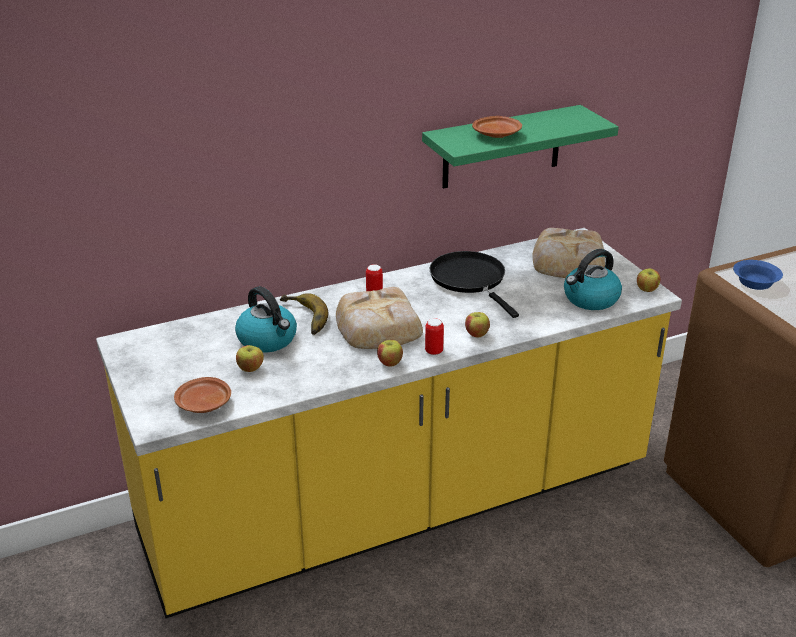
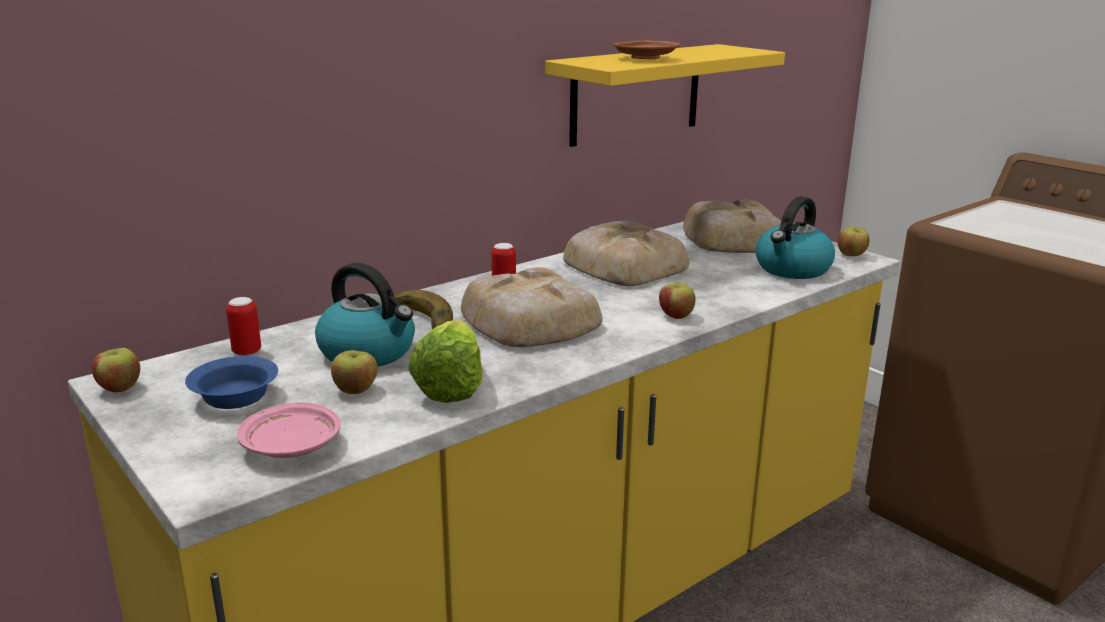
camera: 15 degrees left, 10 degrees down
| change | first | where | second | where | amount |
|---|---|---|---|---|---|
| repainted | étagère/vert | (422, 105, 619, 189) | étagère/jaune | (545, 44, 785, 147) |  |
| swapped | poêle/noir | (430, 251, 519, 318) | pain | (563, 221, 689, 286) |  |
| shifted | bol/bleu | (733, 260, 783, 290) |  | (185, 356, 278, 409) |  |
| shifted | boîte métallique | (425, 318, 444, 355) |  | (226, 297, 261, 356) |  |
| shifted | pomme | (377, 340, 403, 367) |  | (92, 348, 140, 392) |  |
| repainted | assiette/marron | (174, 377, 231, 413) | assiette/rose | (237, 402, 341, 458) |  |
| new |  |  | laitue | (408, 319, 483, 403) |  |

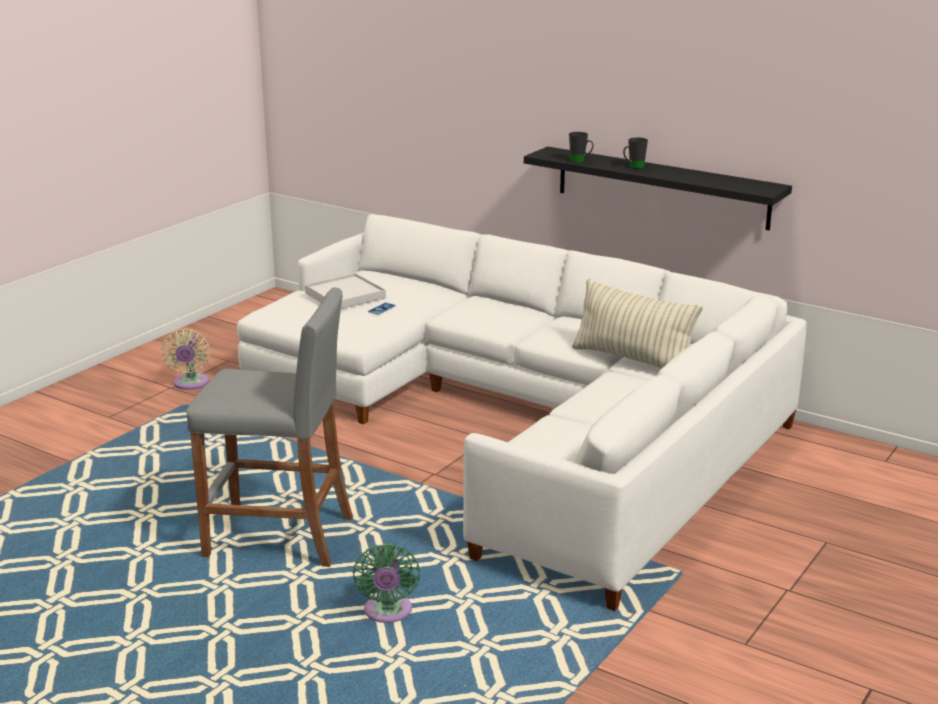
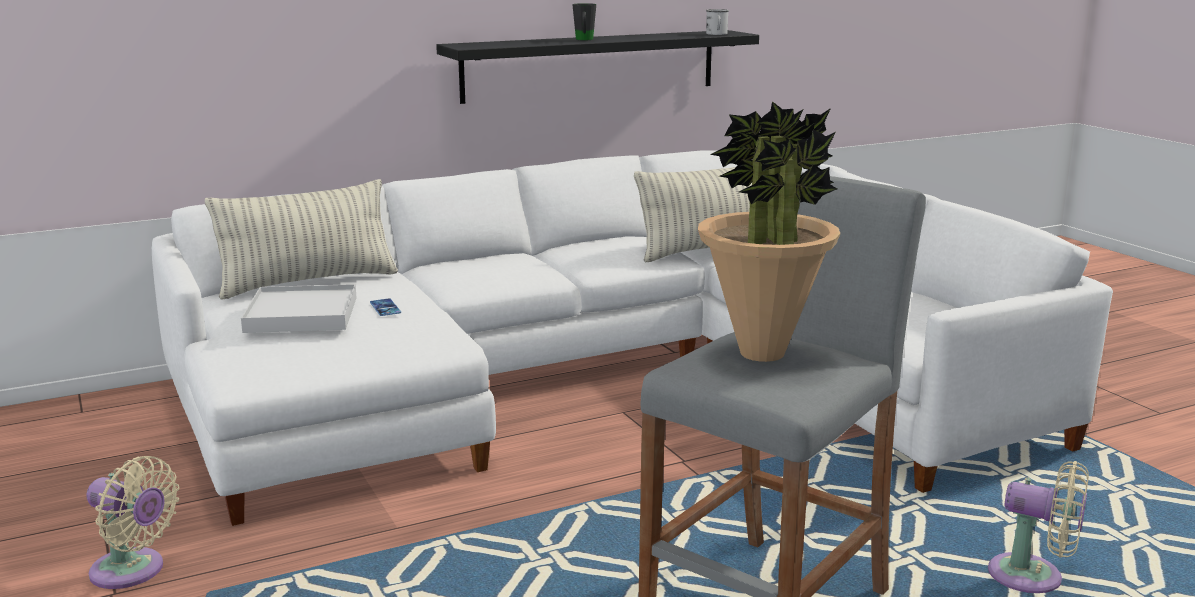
camera: 60 degrees left, 5 degrees down
| change | first | where | second | where | amount |
|---|---|---|---|---|---|
| gone | mug/noir | (569, 132, 594, 163) |  |  |  |
| repainted | ventilateur/vert | (353, 543, 420, 623) | ventilateur/beige | (988, 461, 1089, 593) |  |
| new |  |  | mug/blanc | (706, 9, 729, 35) |  |
| new |  |  | plante en pot | (698, 101, 840, 362) |  |
| new |  |  | coussin | (205, 179, 398, 300) |  |

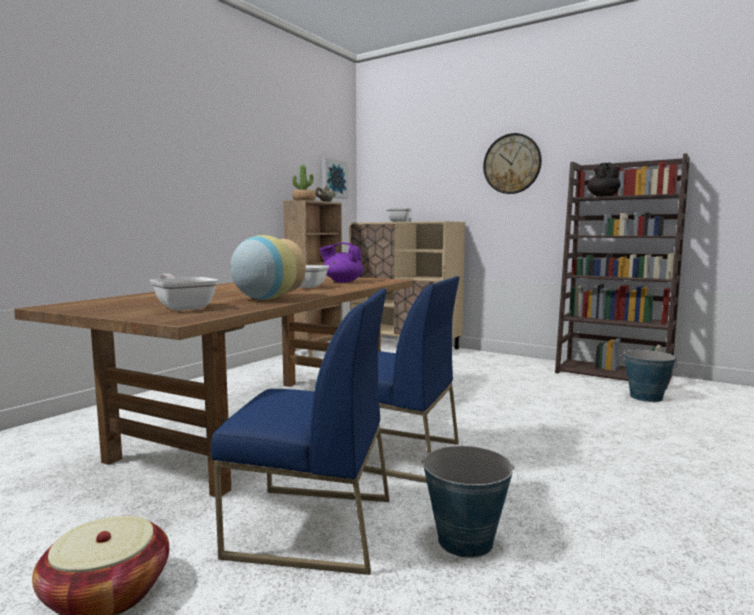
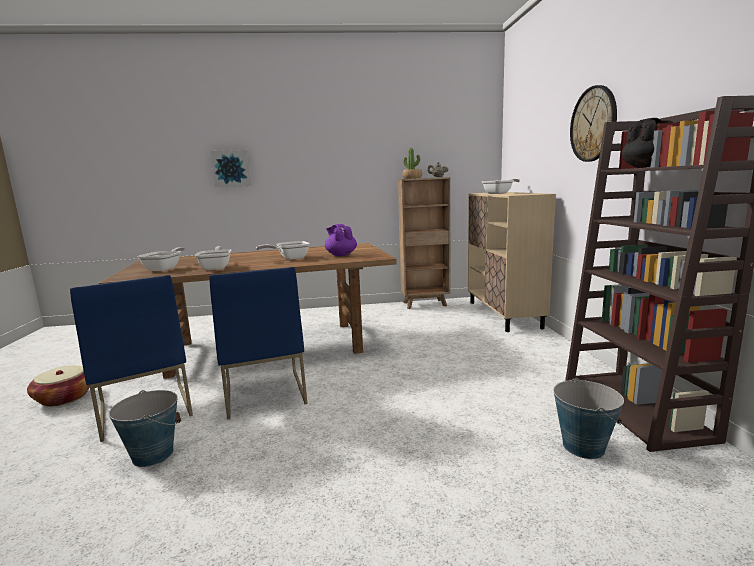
camera: 50 degrees right, 5 degrees up
| change | first | where | second | where | amount |
|---|---|---|---|---|---|
| shifted | tableau | (322, 158, 348, 198) |  | (210, 150, 251, 187) |  |
| swapped | vase | (230, 235, 306, 300) | poêle | (195, 246, 231, 270) |  |

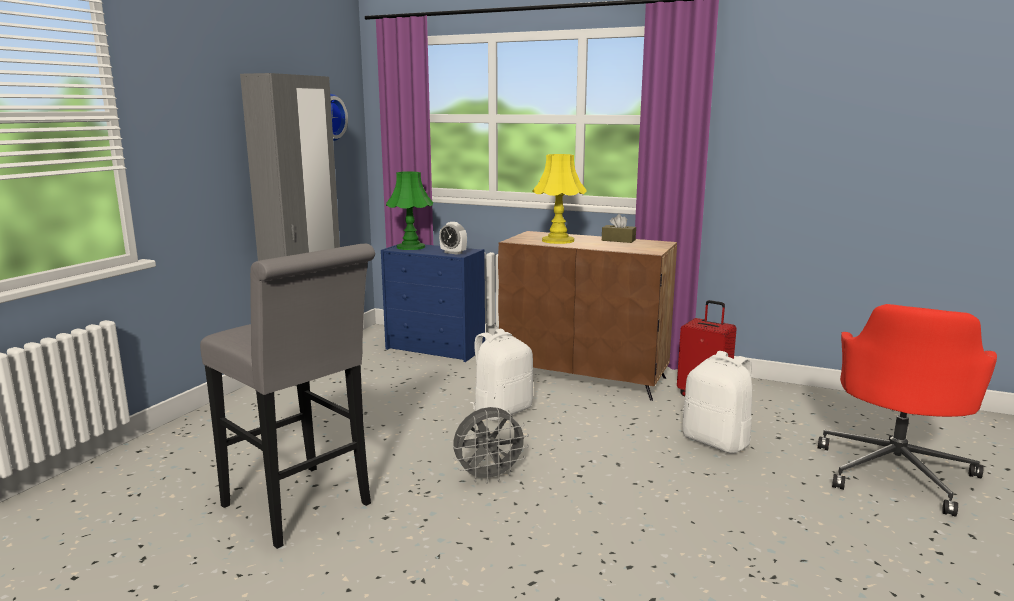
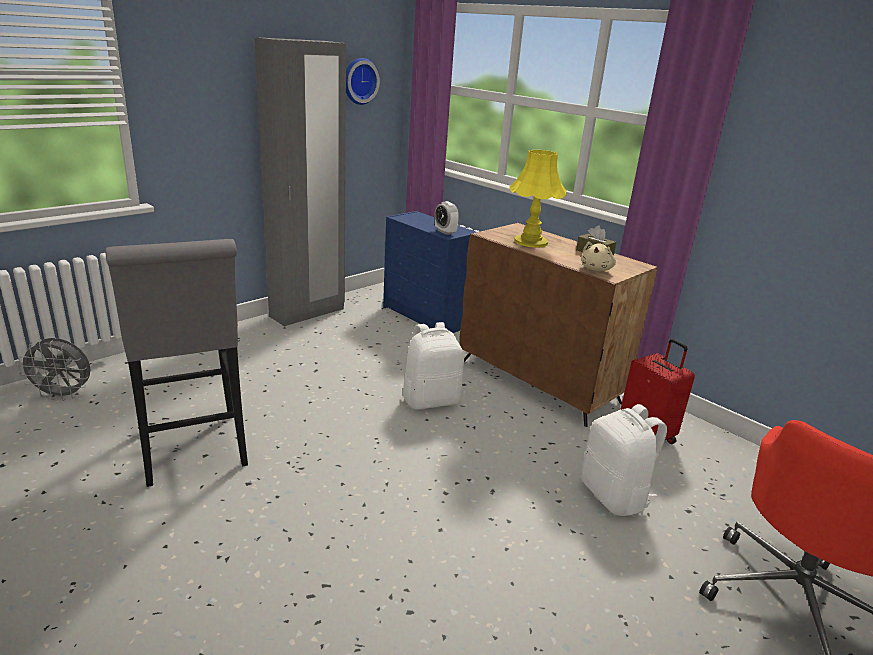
camera: 20 degrees right, 10 degrees up
| change | first | where | second | where | amount |
|---|---|---|---|---|---|
| gone | lampe de table/vert | (386, 171, 433, 250) |  |  |  |
| shifted | ventilateur/gris | (453, 407, 529, 484) |  | (17, 338, 90, 401) |  |
| new |  |  | peluche/beige | (581, 242, 616, 271) |  |

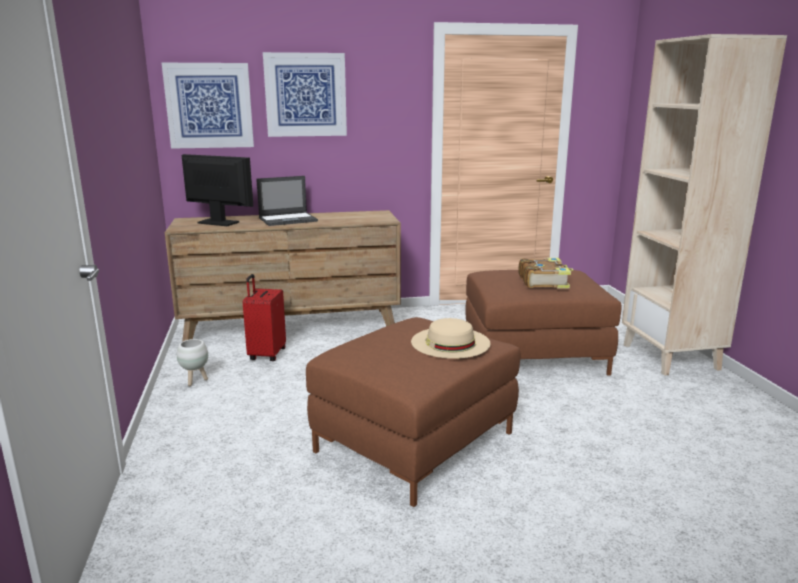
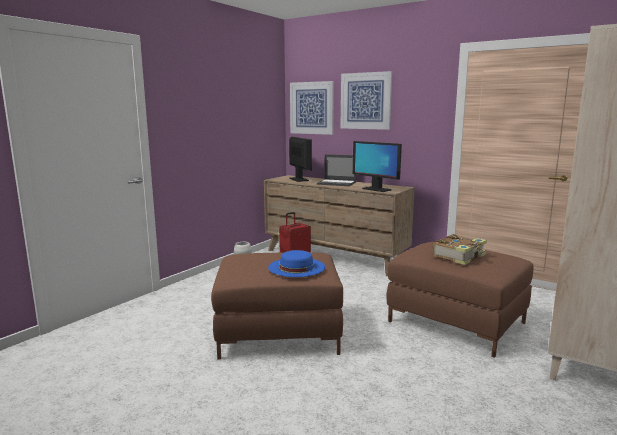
camera: 45 degrees right, 5 degrees down
| change | first | where | second | where | amount |
|---|---|---|---|---|---|
| repainted | chapeau/beige | (411, 318, 491, 359) | chapeau/bleu | (268, 250, 325, 277) |  |
| new |  |  | écran d'ordinateur | (353, 141, 402, 192) |  |

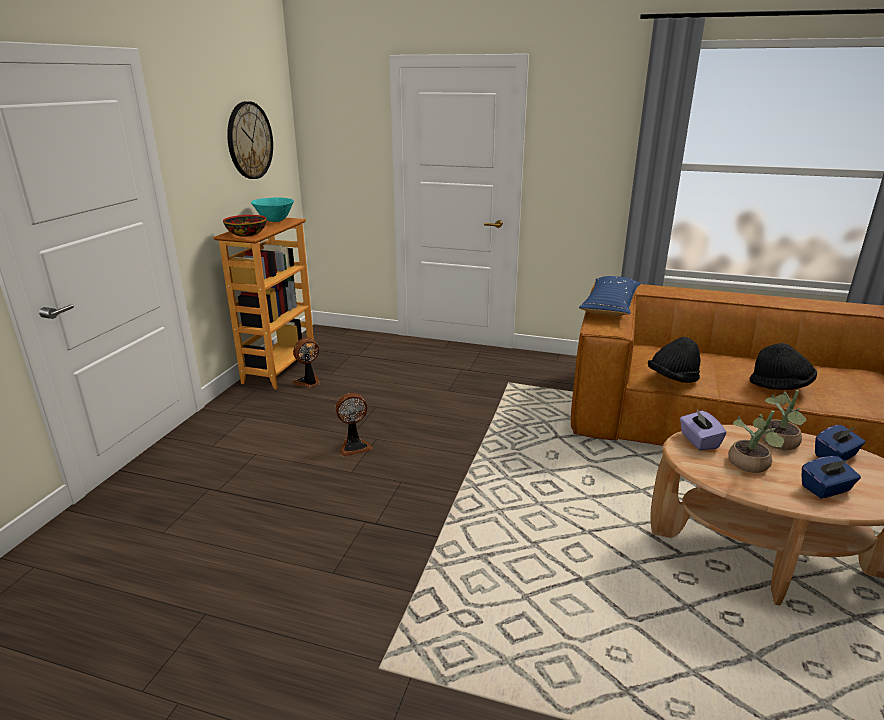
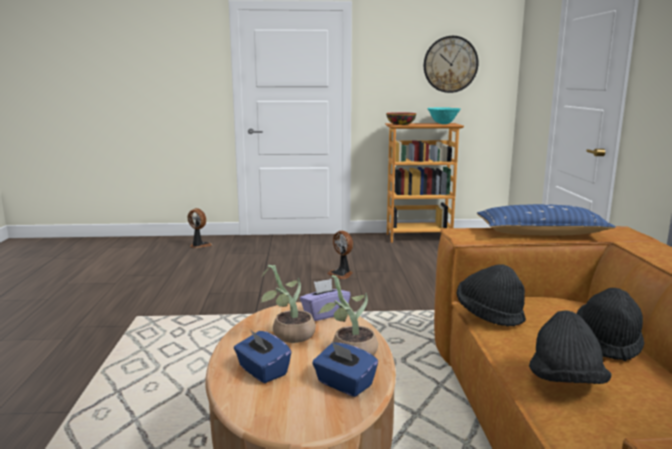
camera: 70 degrees right, 10 degrees down
| change | first | where | second | where | amount |
|---|---|---|---|---|---|
| shifted | ventilateur | (293, 337, 319, 387) |  | (188, 208, 213, 248) |  |
| new |  |  | chapeau/noir | (576, 288, 645, 361) |  |

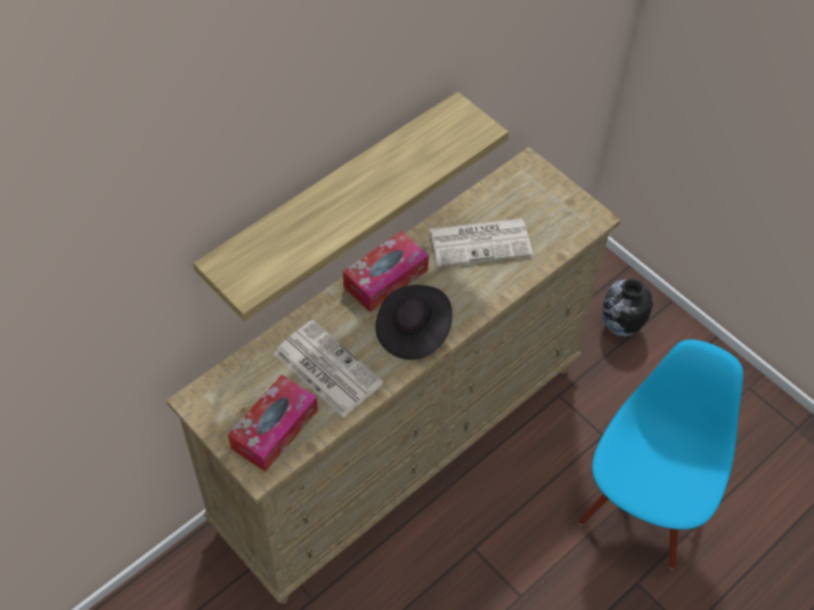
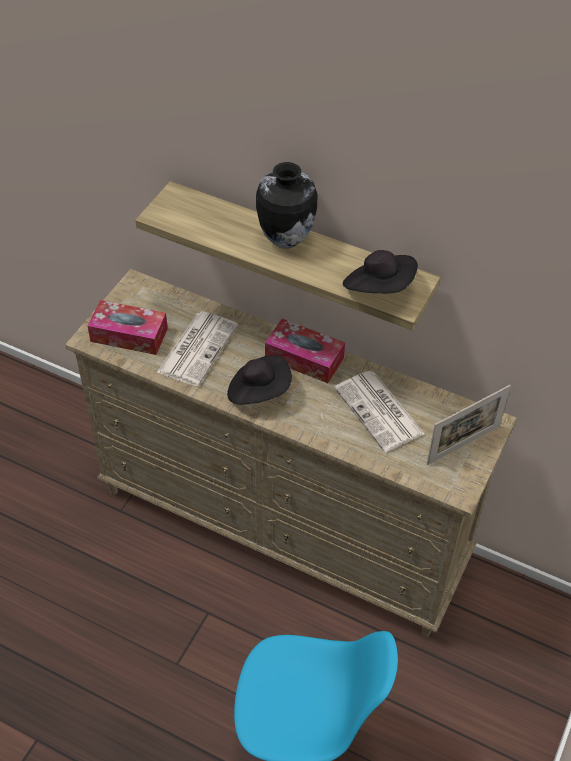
camera: 70 degrees right, 5 degrees down
| change | first | where | second | where | amount |
|---|---|---|---|---|---|
| shifted | vase | (603, 279, 653, 336) |  | (256, 162, 317, 249) |  |
| new |  |  | chapeau/noir | (343, 250, 418, 293) |  |
| new |  |  | cadre photo | (427, 385, 511, 465) |  |

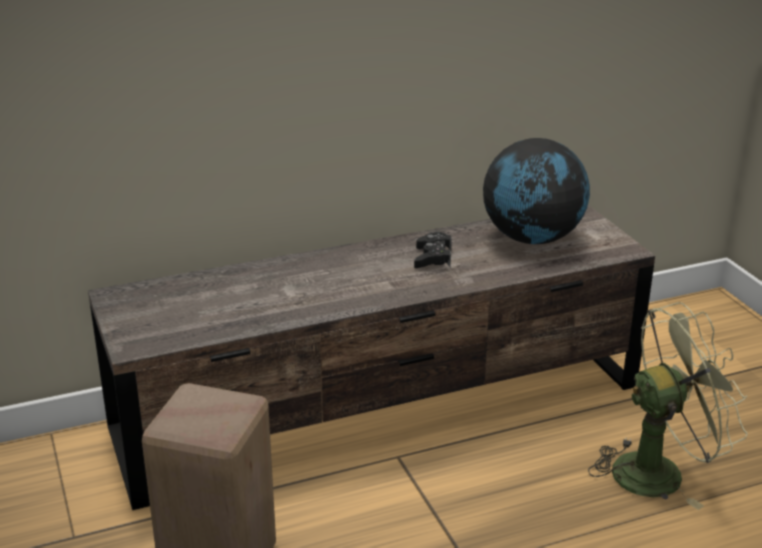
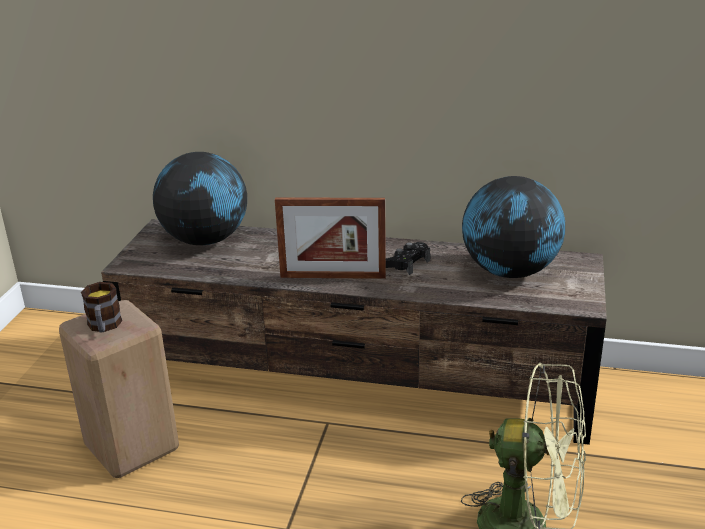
camera: 35 degrees right, 0 degrees up
| change | first | where | second | where | amount |
|---|---|---|---|---|---|
| new |  |  | globe | (153, 152, 247, 245) |  |
| new |  |  | cadre photo | (275, 198, 386, 279) |  |
| new |  |  | mug | (81, 282, 122, 333) |  |

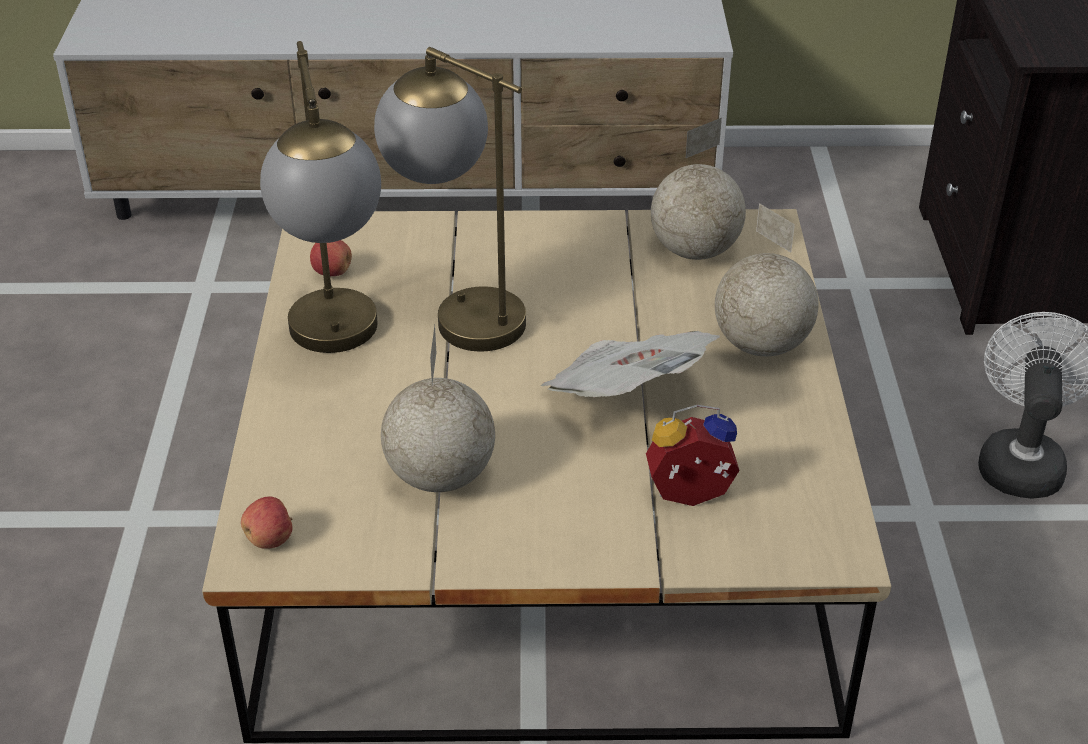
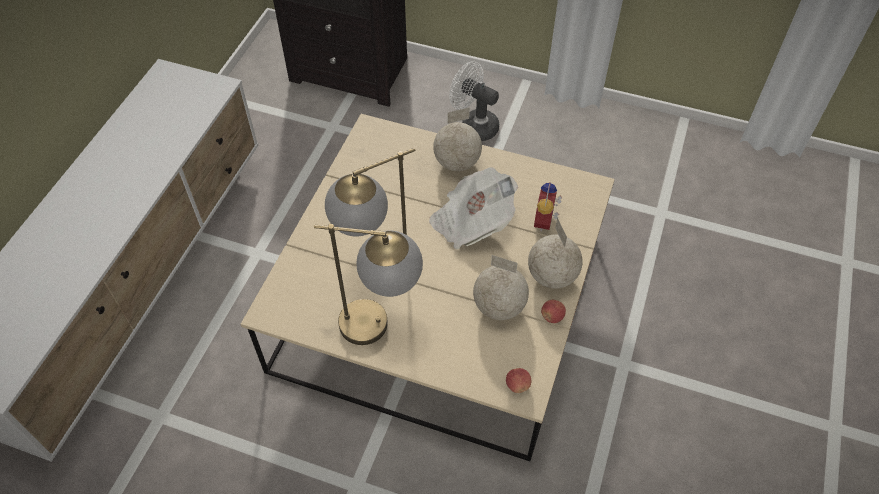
camera: 70 degrees left, 15 degrees up
| change | first | where | second | where | amount |
|---|---|---|---|---|---|
| shifted | globe | (651, 118, 746, 260) |  | (528, 217, 583, 289) |  |
| shifted | pomme | (310, 240, 352, 276) |  | (541, 300, 566, 323) |  |

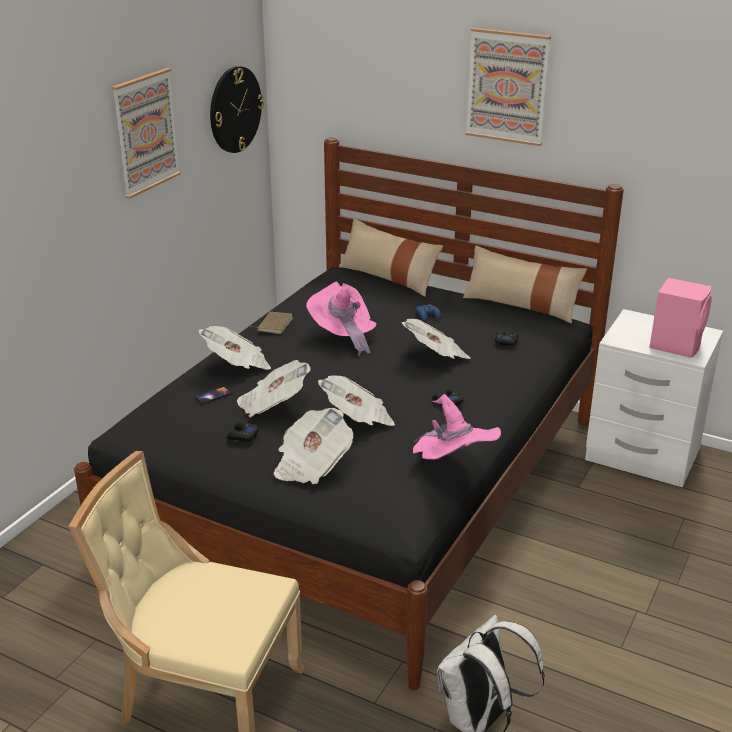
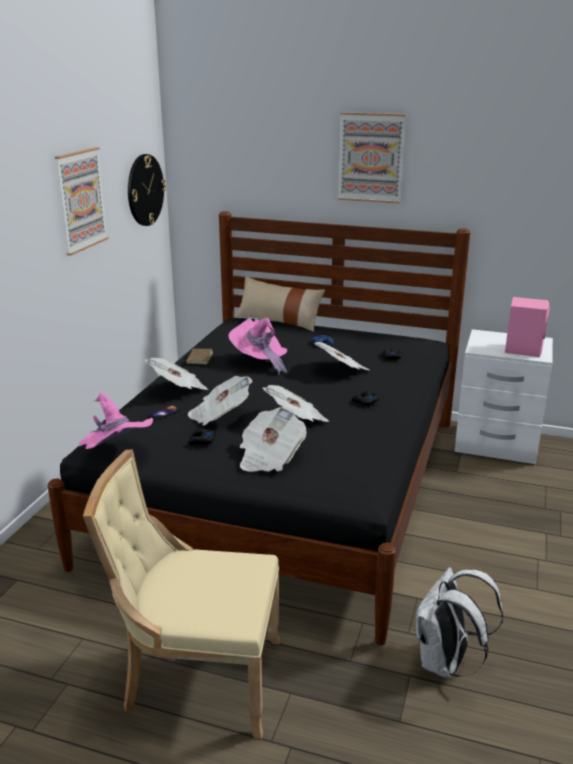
camera: 10 degrees left, 5 degrees down
| change | first | where | second | where | amount |
|---|---|---|---|---|---|
| gone | coussin/beige | (463, 246, 587, 323) |  |  |  |
| shifted | chapeau/rose | (413, 394, 501, 460) |  | (79, 392, 153, 449) |  |

